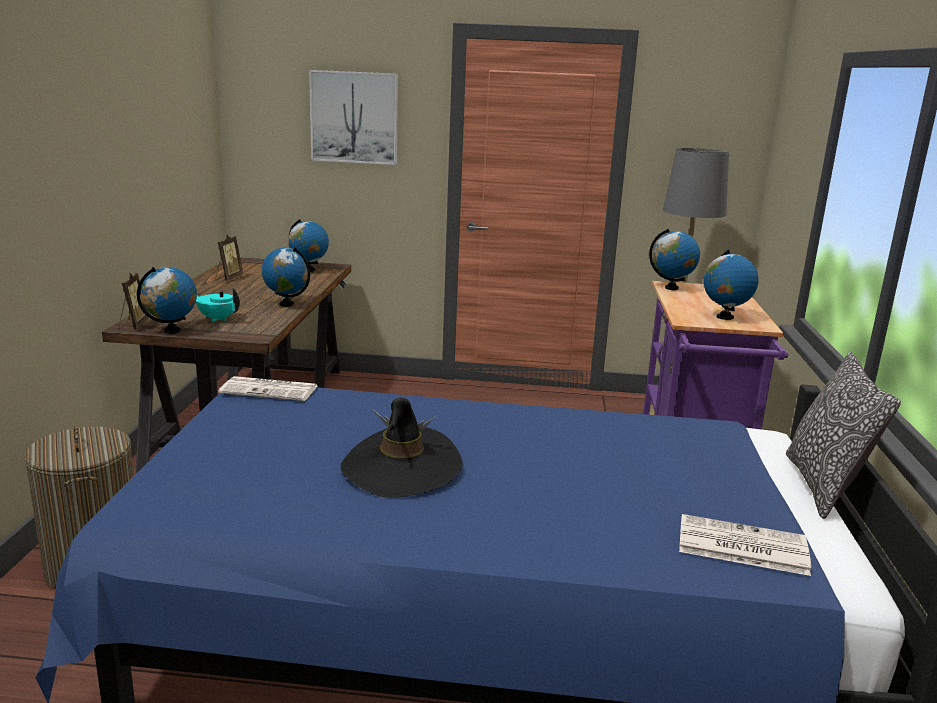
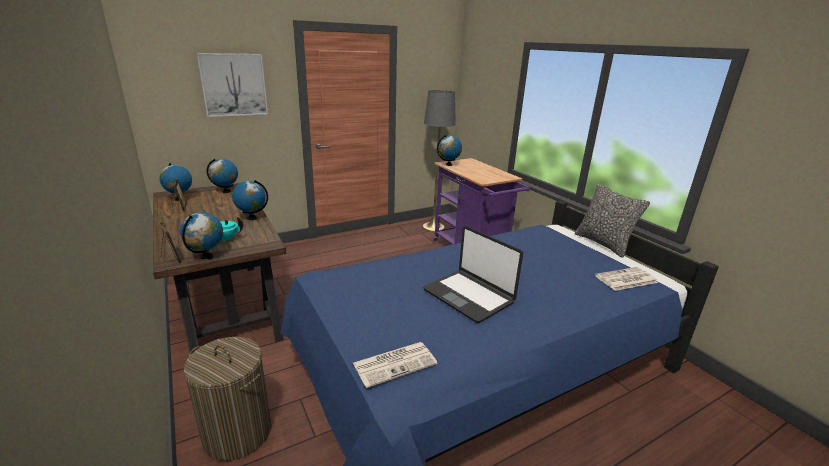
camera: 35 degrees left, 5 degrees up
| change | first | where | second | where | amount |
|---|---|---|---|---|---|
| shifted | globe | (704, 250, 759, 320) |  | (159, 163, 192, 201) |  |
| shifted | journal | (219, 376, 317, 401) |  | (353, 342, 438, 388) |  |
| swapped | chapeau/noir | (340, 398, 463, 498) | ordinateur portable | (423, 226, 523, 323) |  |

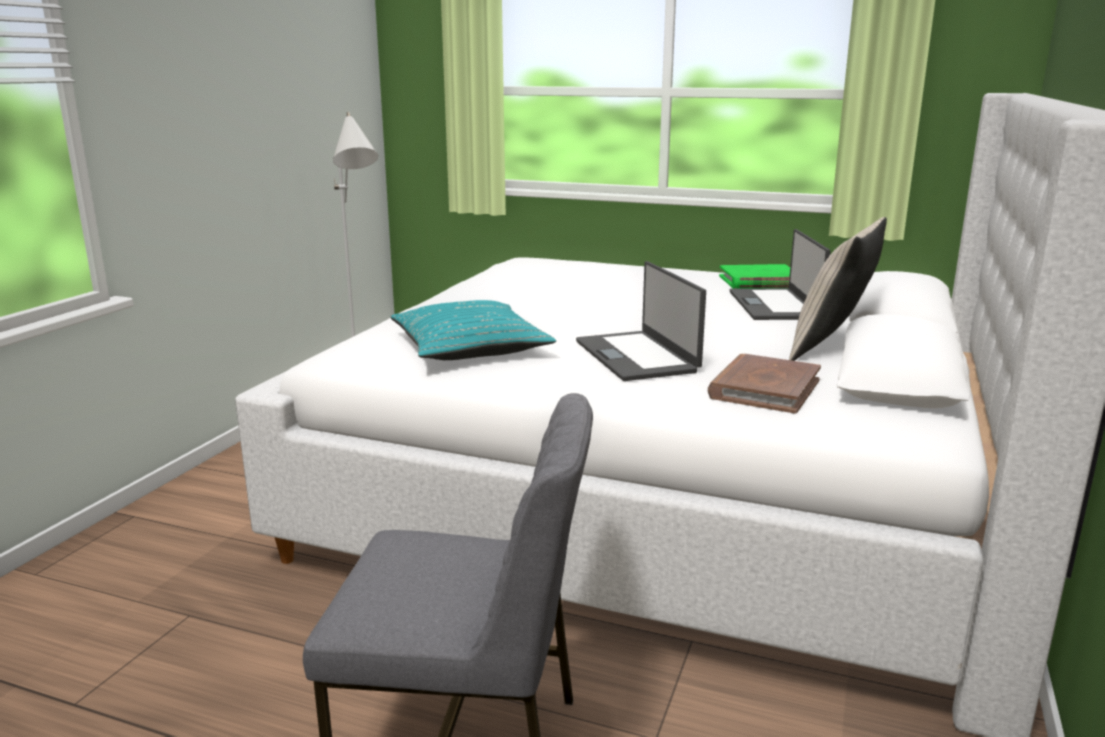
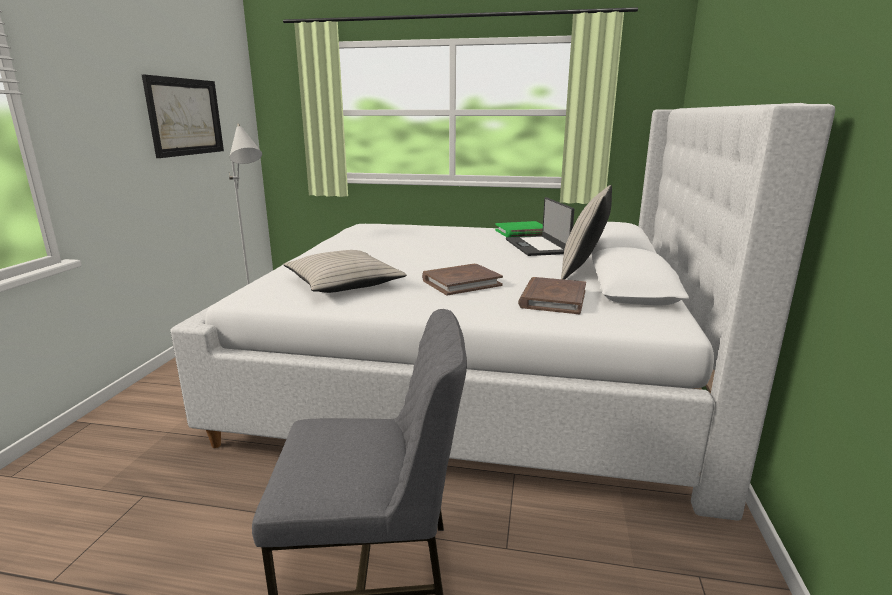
camera: 10 degrees left, 0 degrees up
| change | first | where | second | where | amount |
|---|---|---|---|---|---|
| swapped | ordinateur portable | (576, 261, 706, 381) | livre/marron | (422, 264, 503, 295) |  |
| repainted | coussin/turquoise | (390, 300, 556, 360) | coussin/beige | (283, 250, 407, 293) |  |
| new |  |  | tableau | (142, 75, 224, 158) |  |

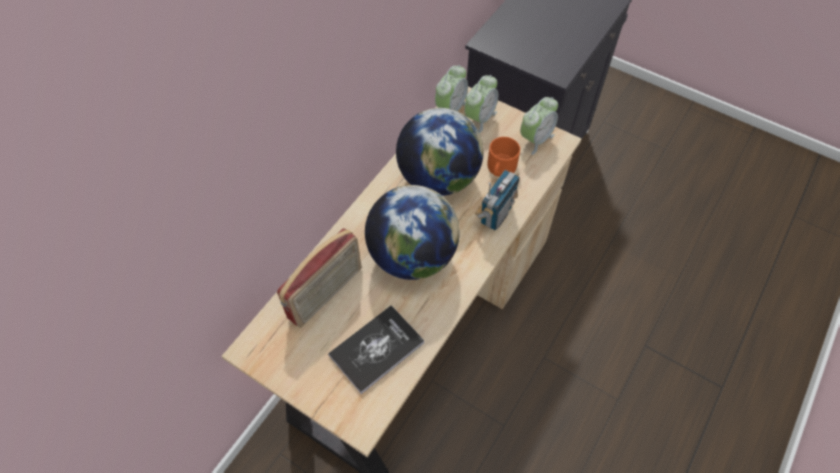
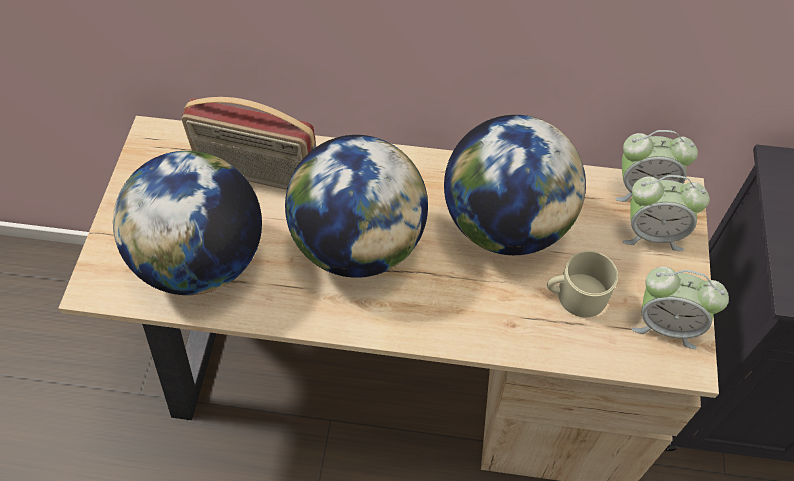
camera: 65 degrees right, 0 degrees up
| change | first | where | second | where | amount |
|---|---|---|---|---|---|
| repainted | mug/orange | (487, 137, 520, 177) | mug/beige | (547, 251, 618, 317) |  |
| gone | radio | (475, 170, 520, 230) |  |  |  |
| swapped | livre | (328, 305, 424, 394) | globe | (113, 151, 262, 295) |  |

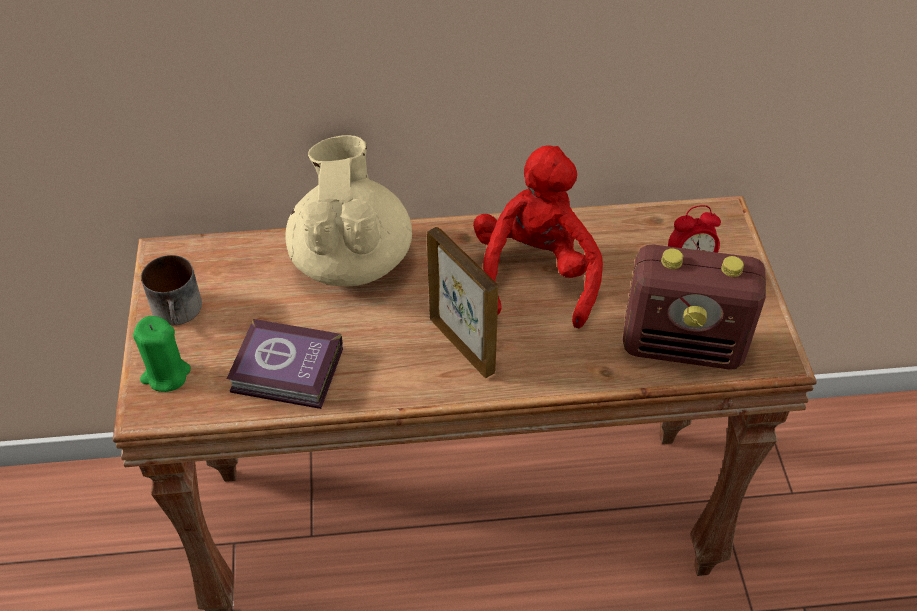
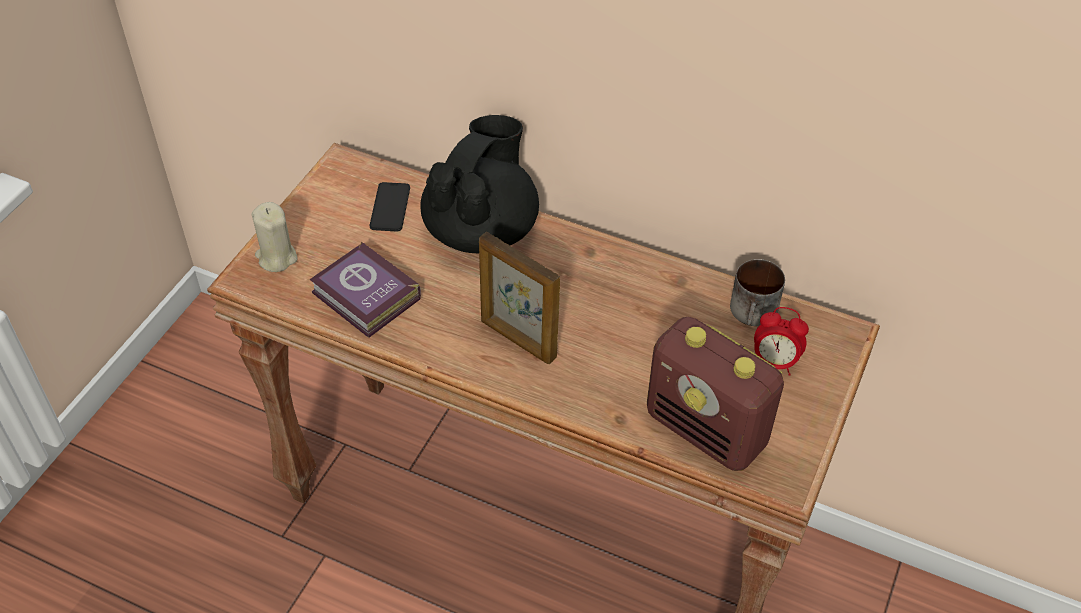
camera: 30 degrees right, 0 degrees up
| change | first | where | second | where | amount |
|---|---|---|---|---|---|
| repainted | théière/beige | (285, 135, 412, 286) | théière/noir | (420, 115, 539, 253) |  |
| gone | peluche/rouge | (473, 145, 603, 328) |  |  |  |
| rotated | cadre photo | (427, 227, 498, 379) |  | (479, 232, 560, 364) | 135 degrees clockwise |
| shifted | mug | (141, 255, 202, 325) |  | (730, 259, 785, 326) |  |
| repainted | bougie/vert | (133, 316, 191, 392) | bougie/beige | (252, 202, 297, 272) |  |
| new |  |  | téléphone | (370, 182, 410, 232) |  |

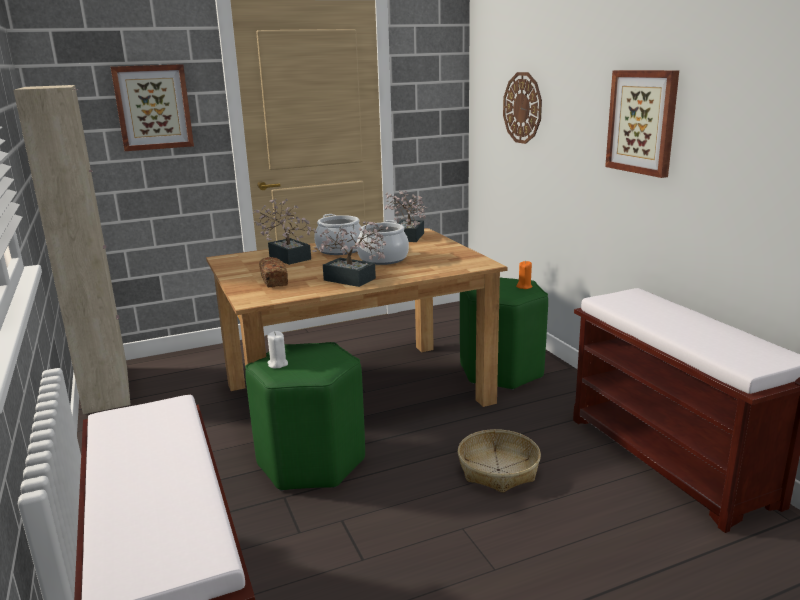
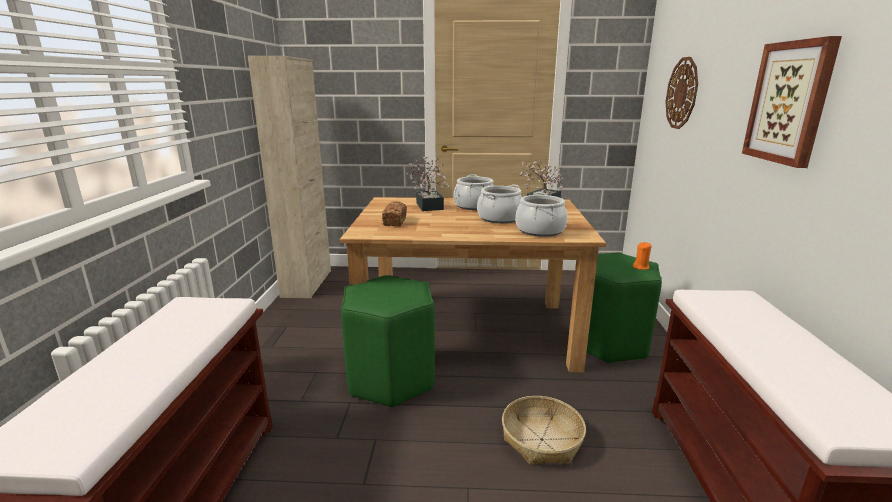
camera: 25 degrees right, 0 degrees up
| change | first | where | second | where | amount |
|---|---|---|---|---|---|
| gone | tableau | (111, 64, 194, 151) |  |  |  |
| gone | plante en pot | (312, 221, 388, 287) |  |  |  |
| gone | bougie/blanc | (267, 331, 288, 368) |  |  |  |
| new |  |  | marmite | (515, 192, 568, 237) |  |

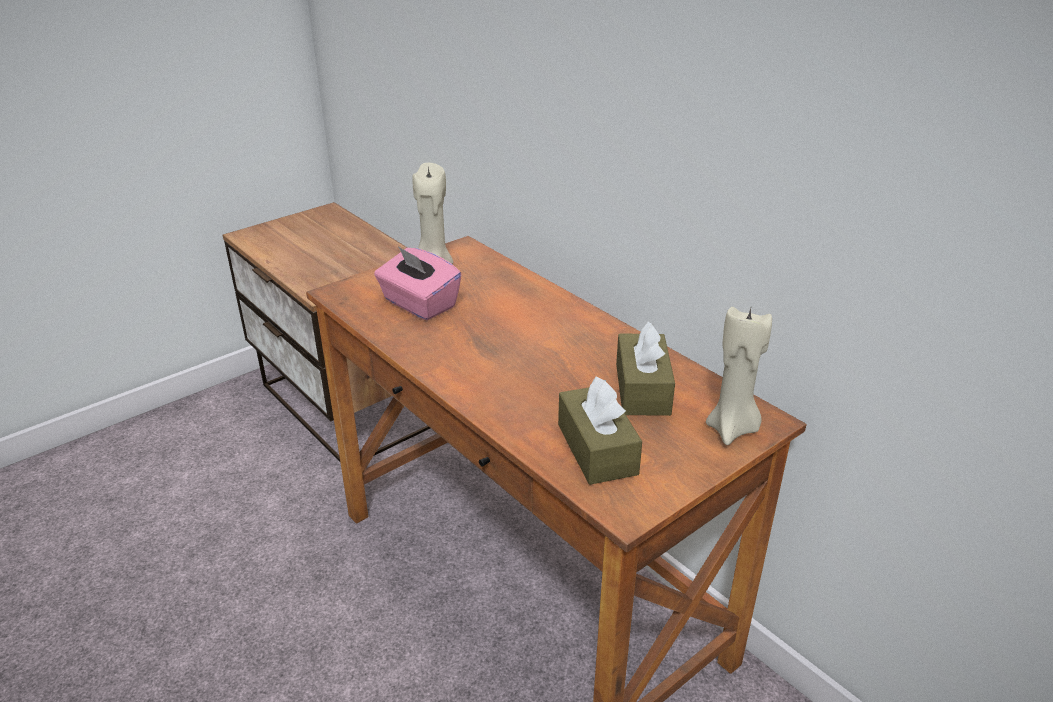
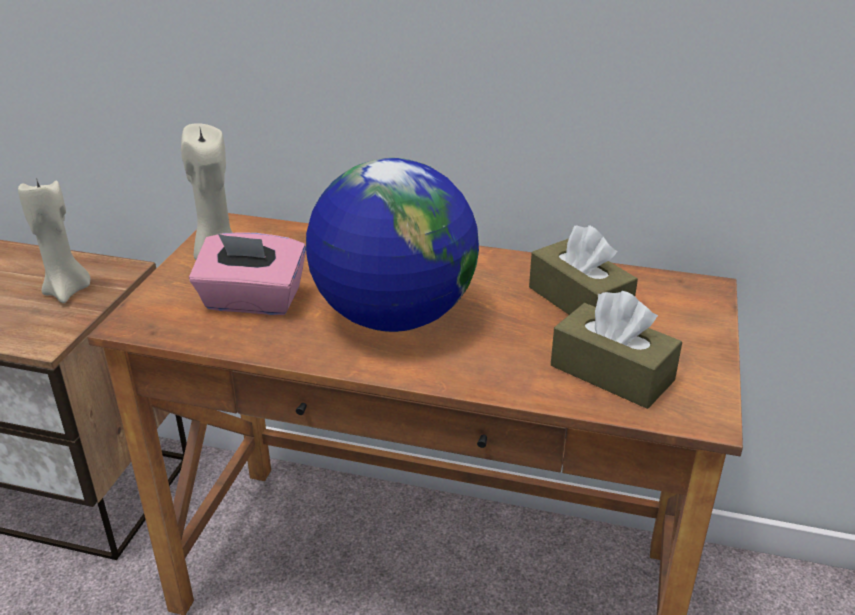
camera: 35 degrees left, 0 degrees up
| change | first | where | second | where | amount |
|---|---|---|---|---|---|
| shifted | bougie/beige | (706, 307, 772, 445) |  | (18, 178, 90, 303) |  |
| new |  |  | globe | (306, 158, 479, 332) |  |

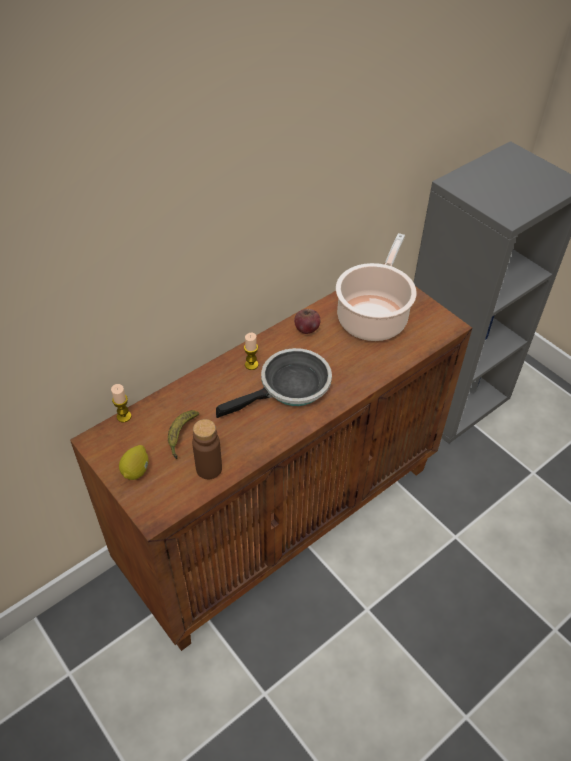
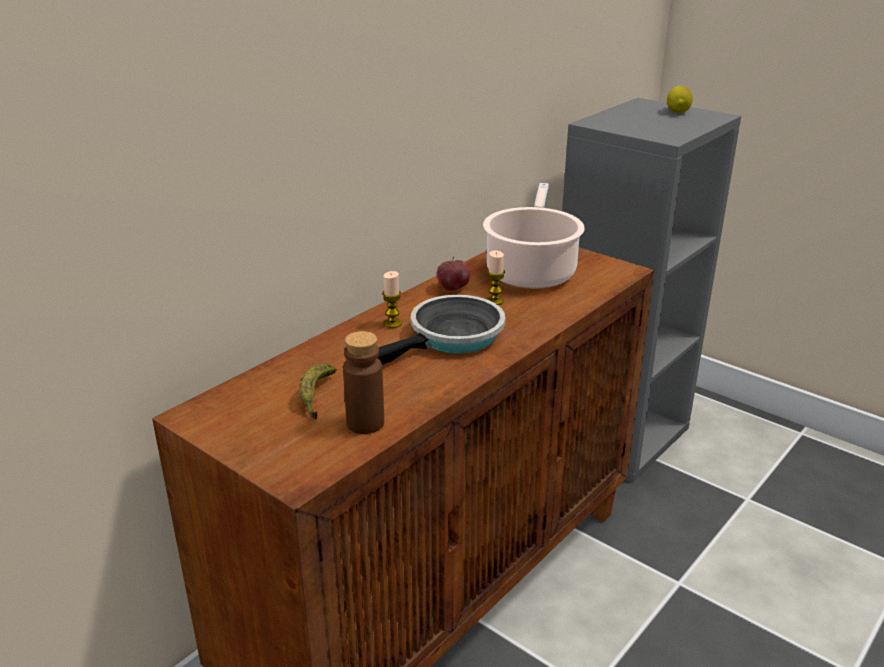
camera: 10 degrees left, 20 degrees down
| change | first | where | second | where | amount |
|---|---|---|---|---|---|
| shifted | bougie | (111, 384, 132, 422) |  | (487, 250, 505, 305) |  |
| shifted | citron | (119, 445, 148, 480) |  | (667, 86, 693, 113) |  |

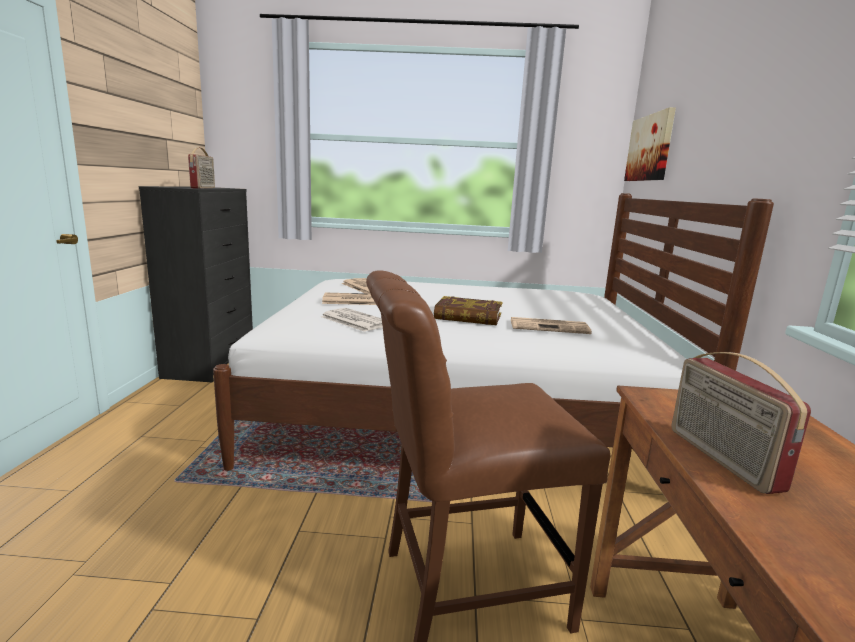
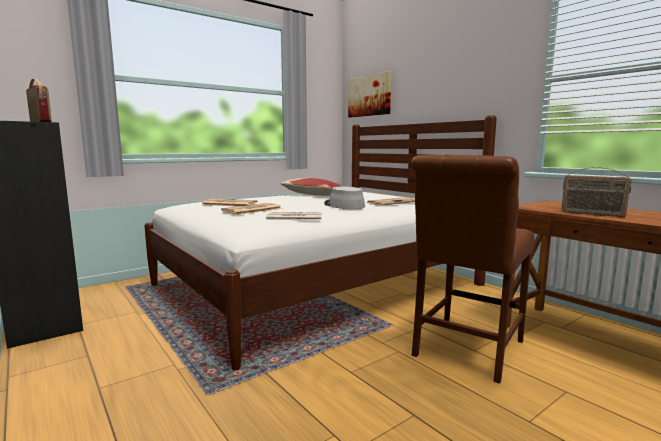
camera: 40 degrees left, 5 degrees down
| change | first | where | second | where | amount |
|---|---|---|---|---|---|
| swapped | livre | (434, 296, 503, 325) | chapeau/gris | (324, 186, 365, 209) |  |
| new |  |  | coussin | (280, 178, 341, 196) |  |

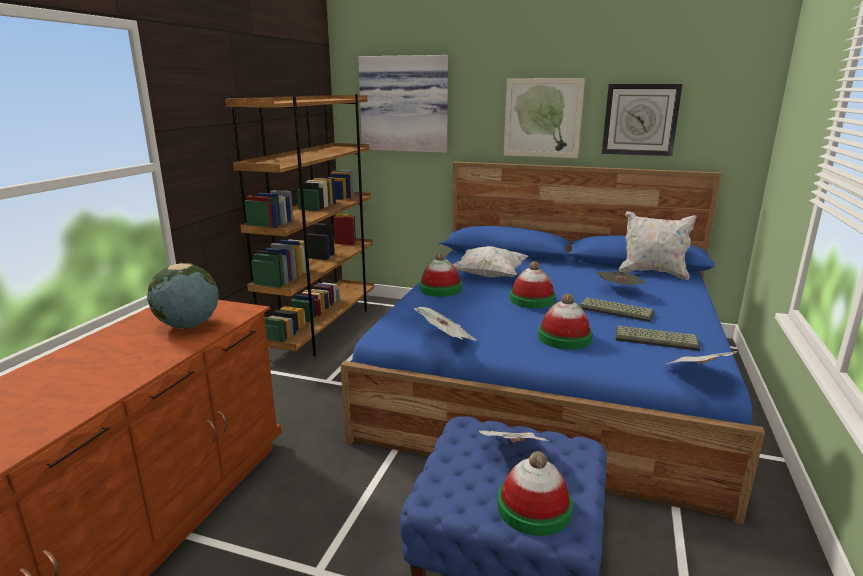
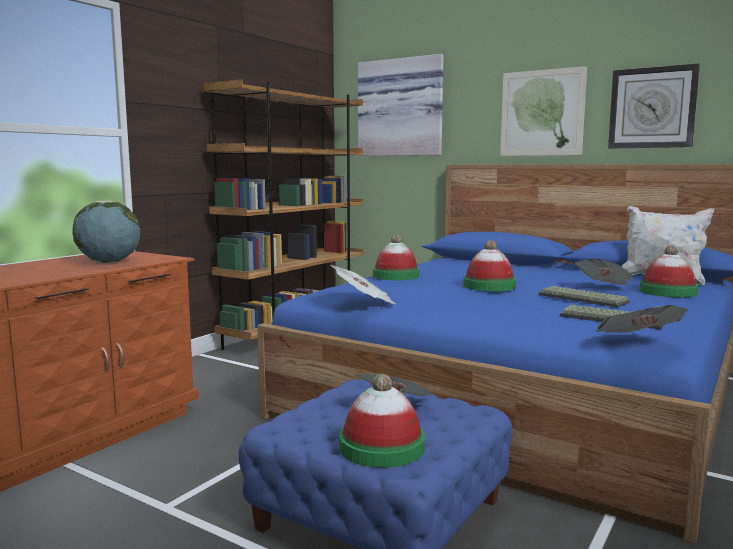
camera: 15 degrees right, 10 degrees down
| change | first | where | second | where | amount |
|---|---|---|---|---|---|
| gone | coussin/blanc | (453, 246, 528, 277) |  |  |  |
| shifted | chapeau | (538, 294, 593, 350) |  | (639, 245, 698, 298) |  |

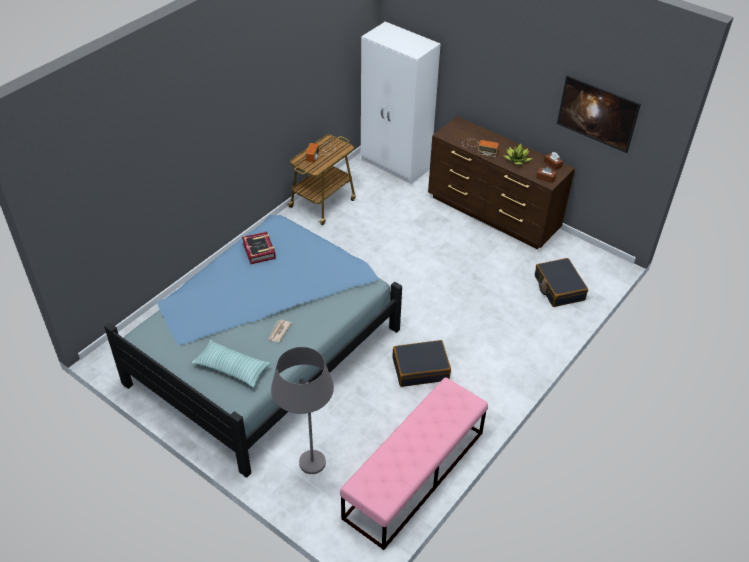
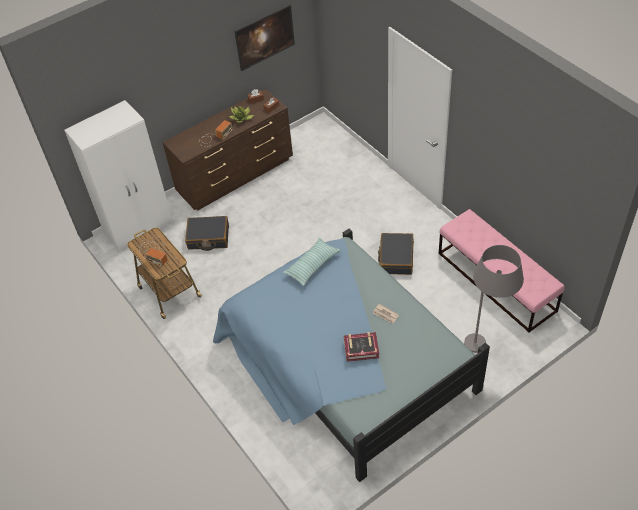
camera: 70 degrees left, 5 degrees up
| change | first | where | second | where | amount |
|---|---|---|---|---|---|
| shifted | livre | (242, 232, 276, 264) |  | (344, 332, 379, 362) |  |
| shifted | valise/noir | (535, 258, 588, 307) |  | (185, 216, 229, 251) |  |
| shifted | coussin | (191, 340, 271, 387) |  | (283, 238, 340, 286) |  |

